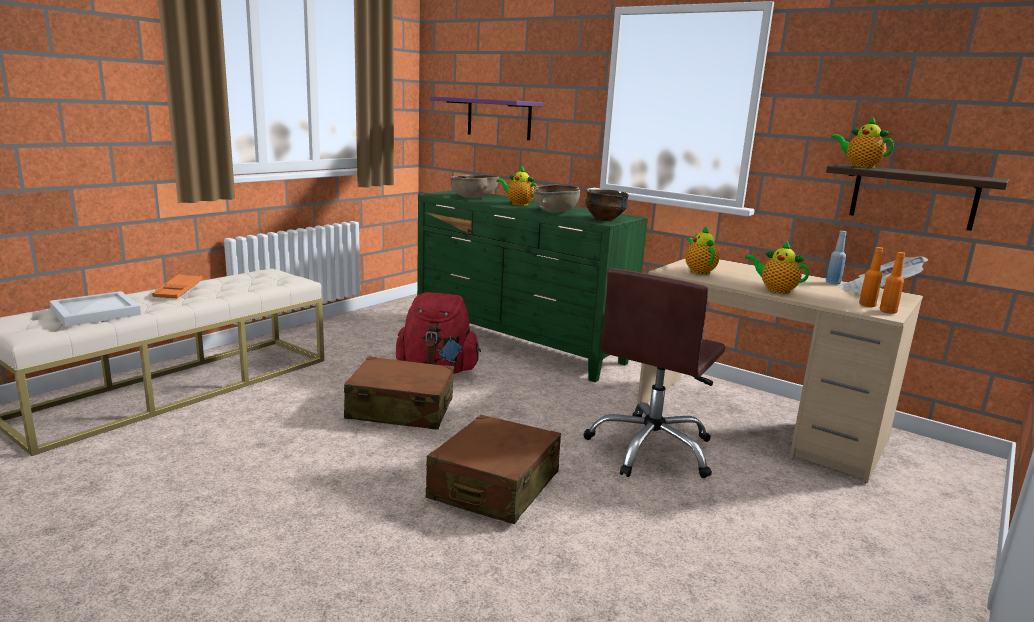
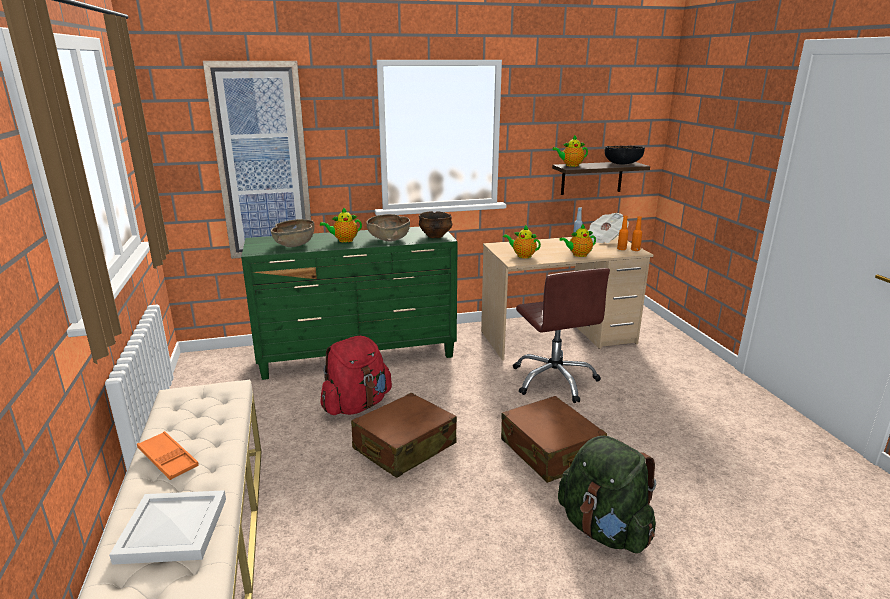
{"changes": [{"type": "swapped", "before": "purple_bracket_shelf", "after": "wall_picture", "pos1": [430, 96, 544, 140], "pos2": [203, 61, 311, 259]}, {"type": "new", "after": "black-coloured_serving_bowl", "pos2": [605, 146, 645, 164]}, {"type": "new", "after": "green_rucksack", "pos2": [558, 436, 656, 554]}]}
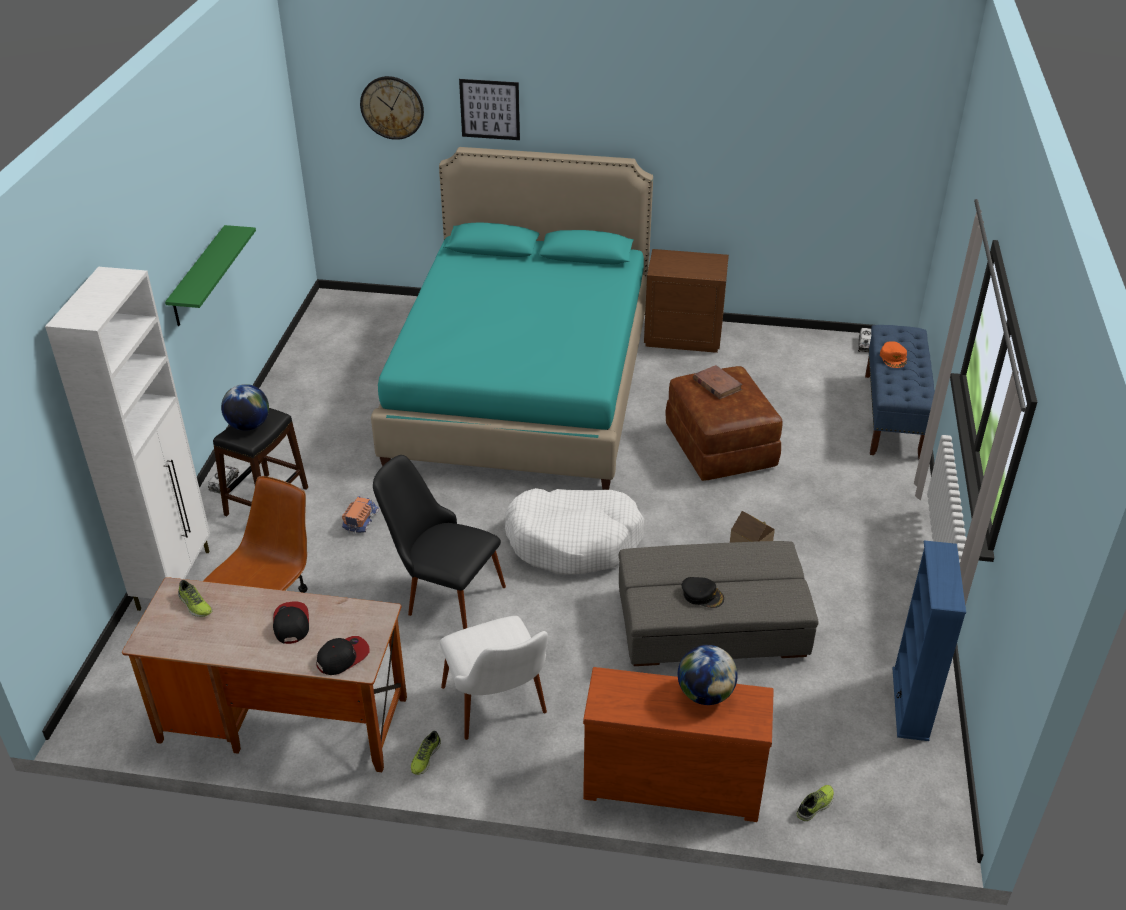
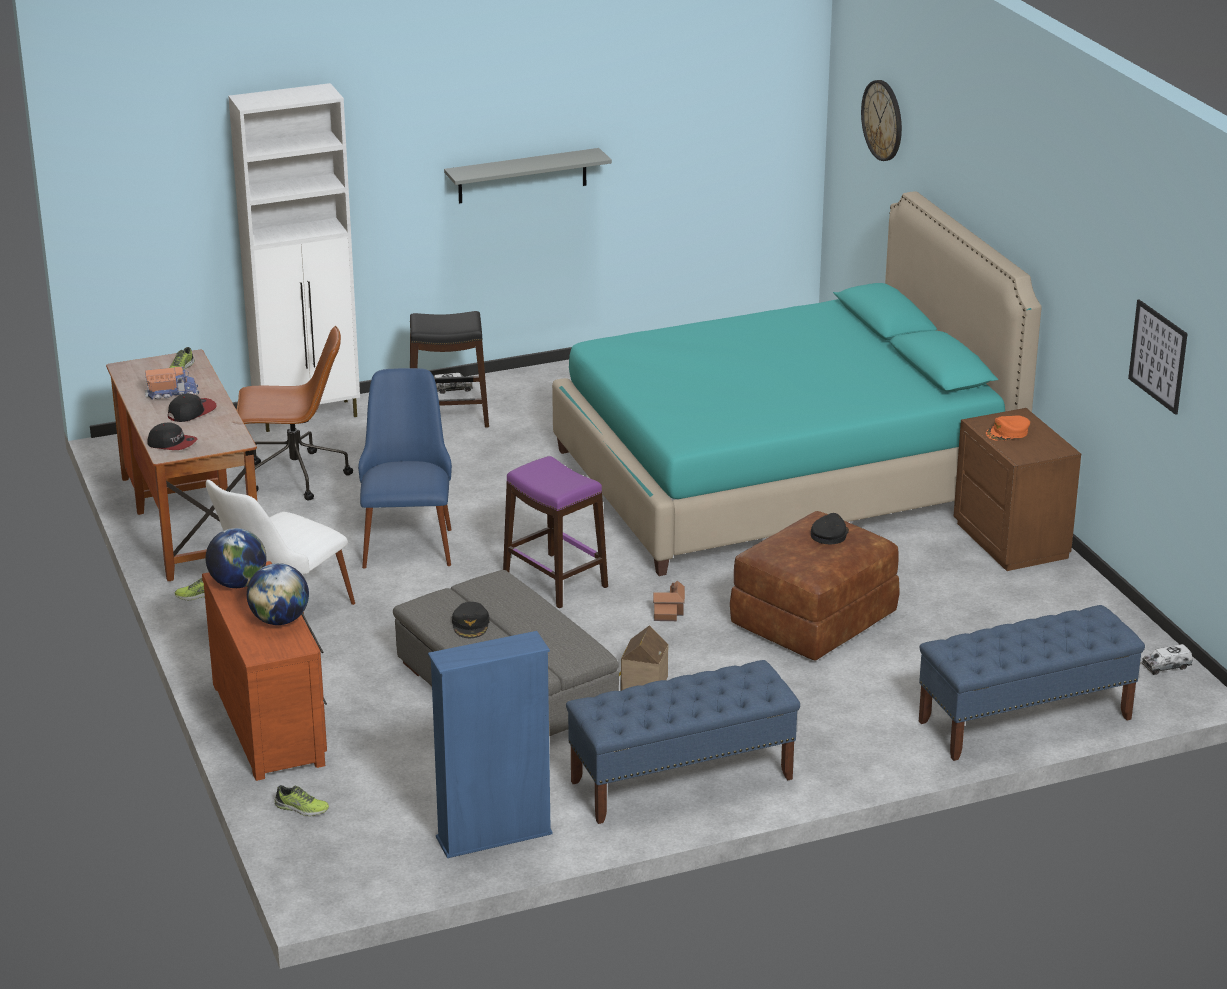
{"changes": [{"type": "shifted", "before": "wall_picture", "pos1": [459, 79, 520, 140], "pos2": [1128, 300, 1188, 415]}, {"type": "repainted", "before": "green_bracket_shelf", "after": "grey_bracket_shelf", "pos1": [165, 225, 256, 326], "pos2": [444, 148, 612, 203]}, {"type": "shifted", "before": "orange-coloured_peaked_cap", "pos1": [880, 341, 907, 368], "pos2": [986, 415, 1030, 441]}, {"type": "swapped", "before": "brown_bound_book", "after": "black-coloured_peaked_cap", "pos1": [693, 365, 743, 399], "pos2": [811, 513, 849, 544]}, {"type": "shifted", "before": "globe", "pos1": [221, 384, 269, 431], "pos2": [206, 528, 266, 588]}, {"type": "repainted", "before": "black-coloured_upright_chair", "after": "bluish_upright_chair", "pos1": [373, 455, 506, 629], "pos2": [358, 368, 452, 569]}, {"type": "swapped", "before": "whitish_pet_bed", "after": "purple_stool", "pos1": [505, 488, 644, 575], "pos2": [503, 456, 608, 608]}, {"type": "shifted", "before": "toy_lorry", "pos1": [342, 496, 380, 535], "pos2": [145, 367, 199, 399]}, {"type": "new", "after": "toy_house", "pos2": [653, 581, 685, 621]}, {"type": "new", "after": "bluish_bench", "pos2": [566, 660, 800, 824]}]}
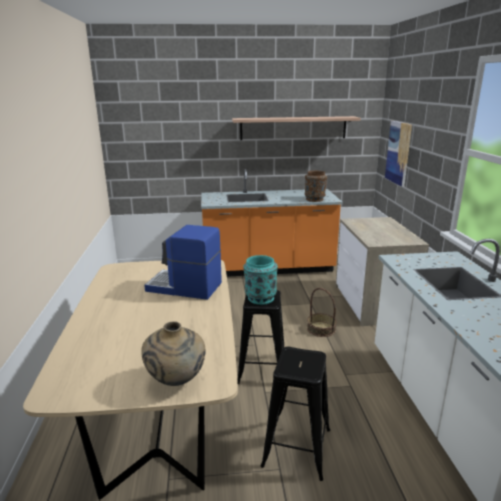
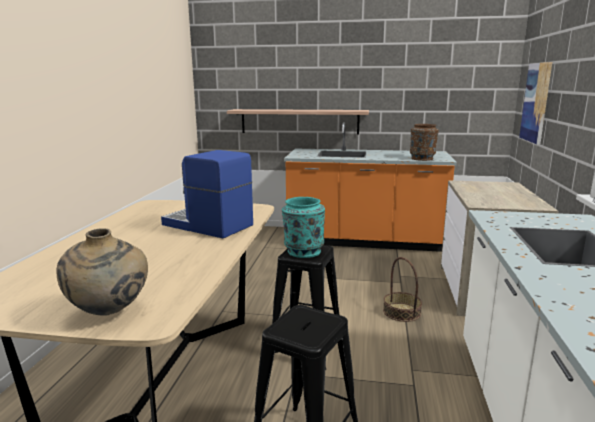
{"changes": [{"type": "shifted", "before": "bracket_shelf", "pos1": [232, 116, 361, 140], "pos2": [227, 109, 369, 135]}]}
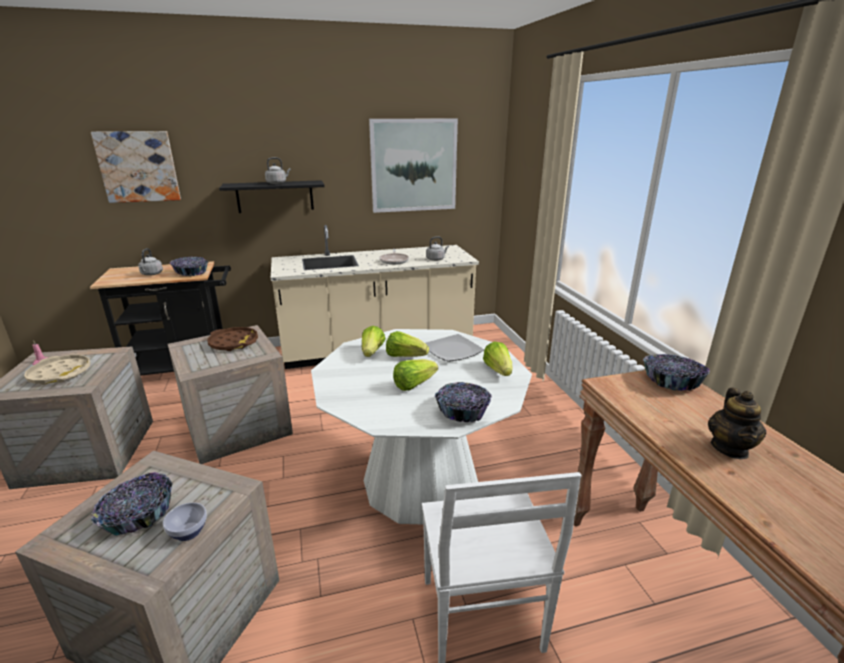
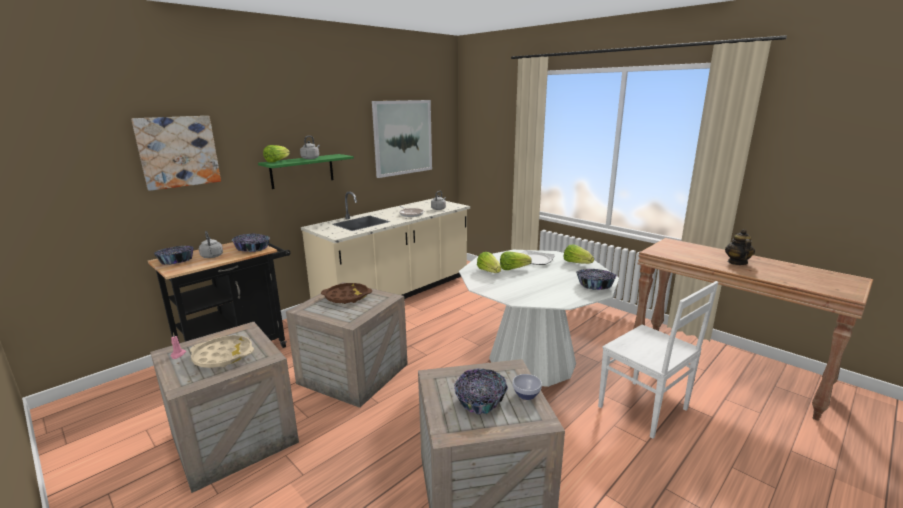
{"changes": [{"type": "repainted", "before": "black-coloured_bracket_shelf", "after": "green_bracket_shelf", "pos1": [219, 180, 325, 213], "pos2": [258, 154, 354, 189]}, {"type": "shifted", "before": "serving_bowl", "pos1": [643, 354, 710, 391], "pos2": [154, 246, 194, 265]}, {"type": "shifted", "before": "head_of_lettuce", "pos1": [393, 359, 438, 391], "pos2": [263, 145, 290, 163]}, {"type": "rotated", "before": "tea_pot", "pos1": [708, 388, 766, 459], "pos2": [725, 229, 755, 265], "turn": -150}]}
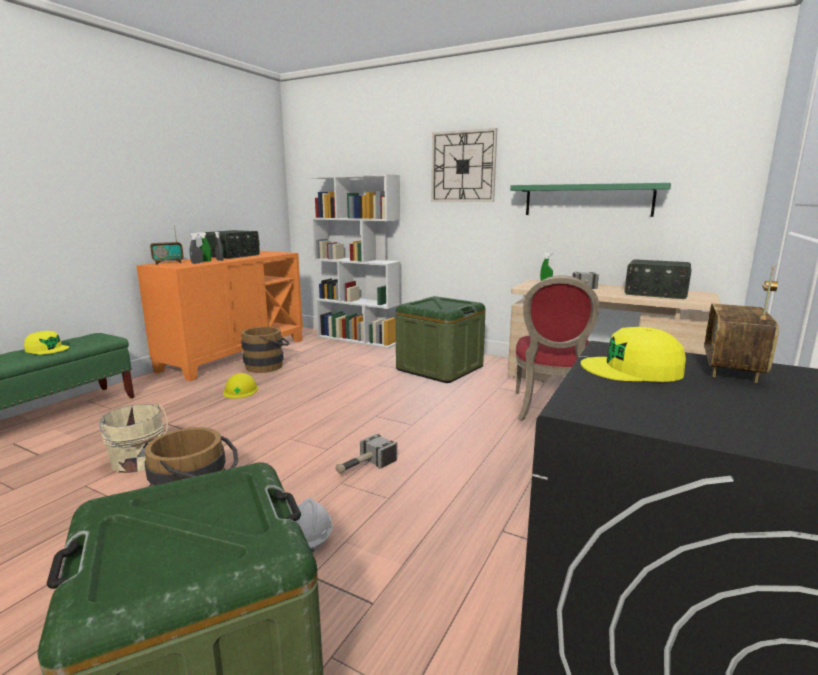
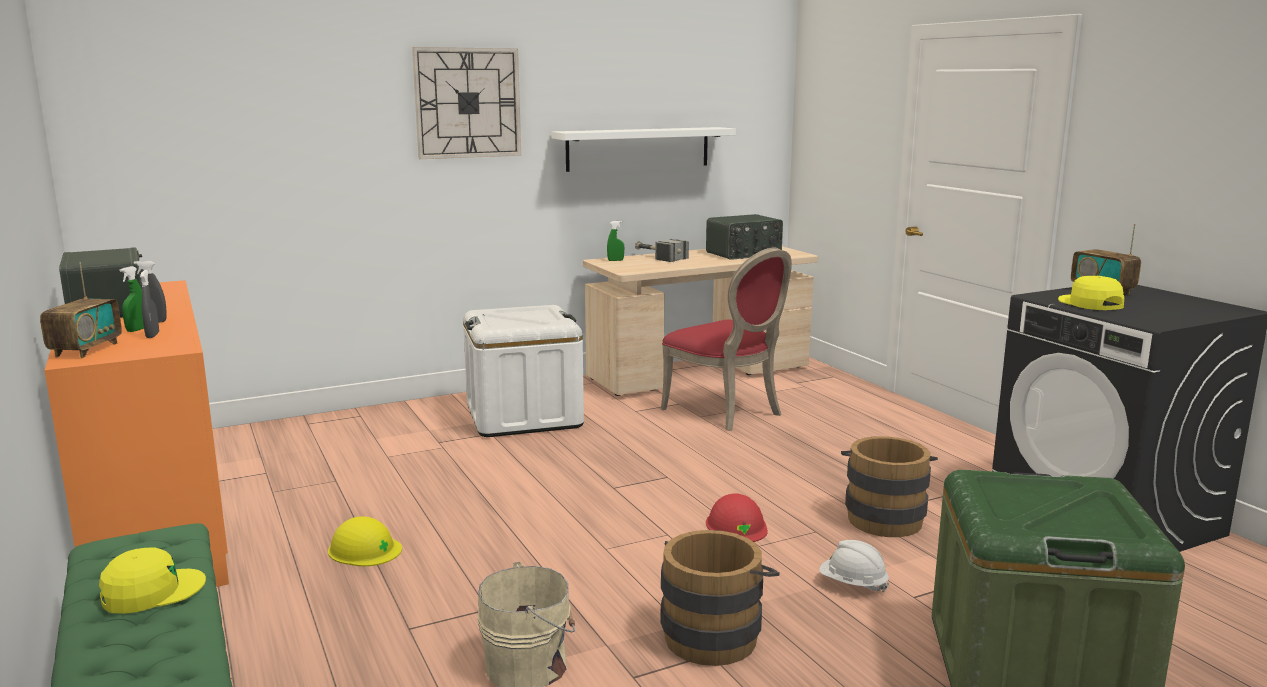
{"changes": [{"type": "gone", "before": "whitish_bookcase", "pos1": [309, 174, 401, 349]}, {"type": "repainted", "before": "green_bracket_shelf", "after": "whitish_bracket_shelf", "pos1": [510, 183, 671, 217], "pos2": [551, 127, 736, 172]}, {"type": "repainted", "before": "green_storage_bin", "after": "whitish_storage_bin", "pos1": [396, 296, 486, 383], "pos2": [463, 305, 584, 437]}, {"type": "shifted", "before": "brown_bucket", "pos1": [241, 327, 290, 373], "pos2": [841, 436, 938, 537]}, {"type": "rotated", "before": "yellow-coloured_peaked_cap", "pos1": [581, 327, 686, 382], "pos2": [1058, 276, 1124, 310], "turn": 120}, {"type": "swapped", "before": "tool_hammer", "after": "red_hard_hat", "pos1": [336, 434, 397, 474], "pos2": [706, 493, 768, 542]}]}
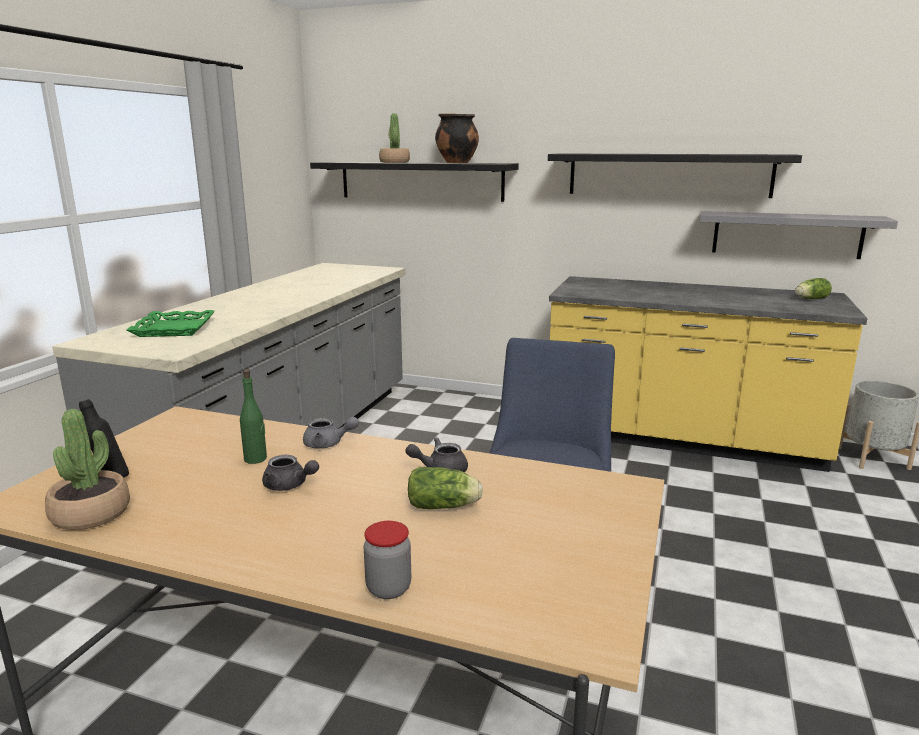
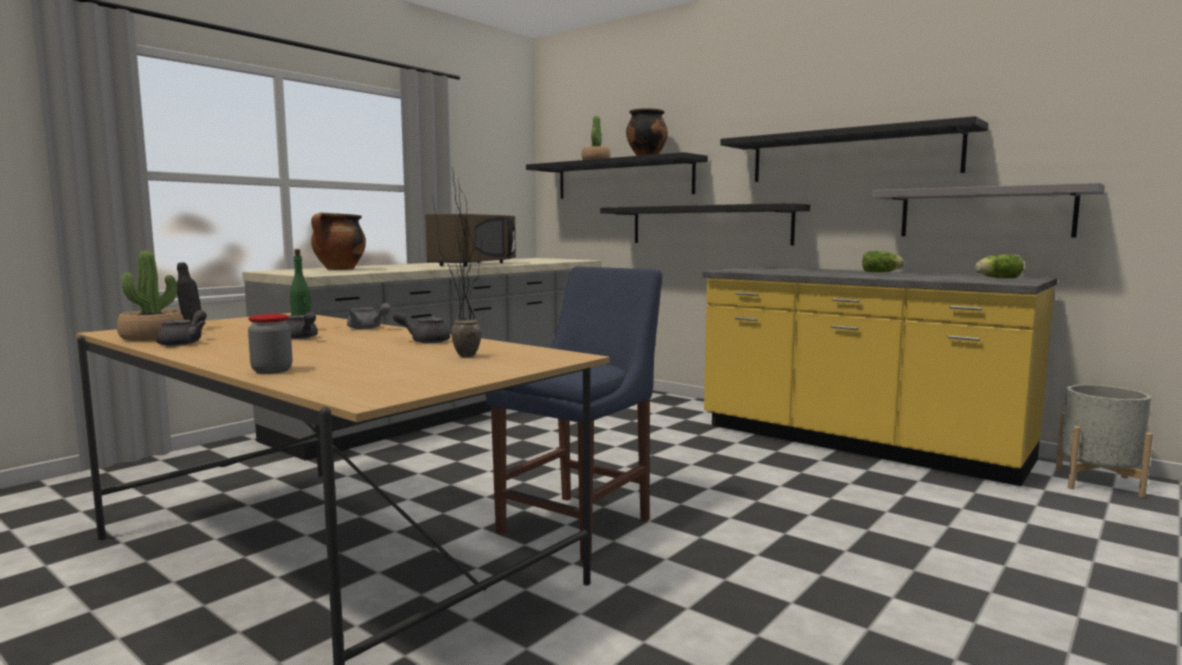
{"changes": [{"type": "swapped", "before": "green_serving_tray", "after": "saucepot", "pos1": [127, 310, 215, 337], "pos2": [311, 212, 366, 270]}, {"type": "shifted", "before": "head_of_lettuce", "pos1": [408, 467, 483, 509], "pos2": [862, 251, 904, 272]}, {"type": "new", "after": "houseplant", "pos2": [433, 168, 482, 358]}, {"type": "new", "after": "black-coloured_bracket_shelf", "pos2": [600, 203, 810, 245]}, {"type": "new", "after": "brown_kitchen_microwave", "pos2": [425, 214, 516, 267]}, {"type": "new", "after": "grey_tea_pot", "pos2": [156, 310, 207, 346]}]}
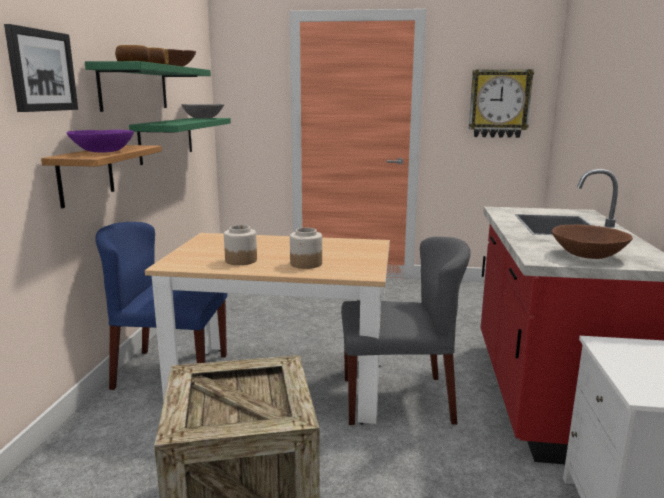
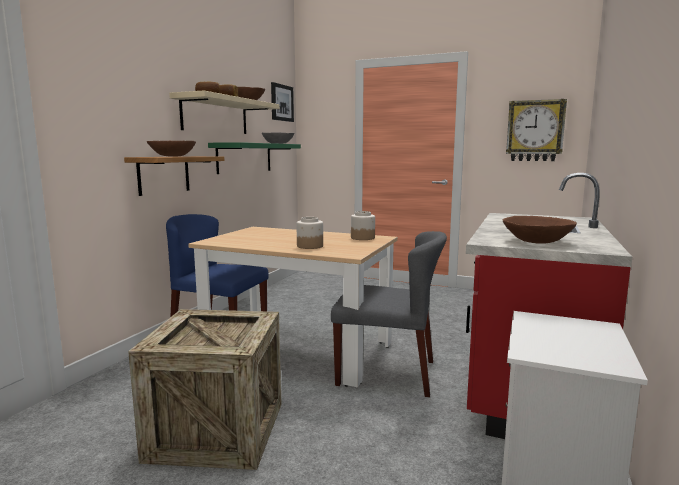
{"changes": [{"type": "shifted", "before": "wall_picture", "pos1": [4, 24, 78, 112], "pos2": [271, 82, 294, 122]}, {"type": "repainted", "before": "green_bracket_shelf", "after": "beige-coloured_bracket_shelf", "pos1": [85, 61, 211, 112], "pos2": [169, 90, 280, 134]}, {"type": "repainted", "before": "purple_serving_bowl", "after": "brown_serving_bowl", "pos1": [67, 130, 134, 153], "pos2": [147, 141, 196, 157]}, {"type": "shifted", "before": "jar", "pos1": [224, 225, 257, 265], "pos2": [351, 211, 375, 240]}]}
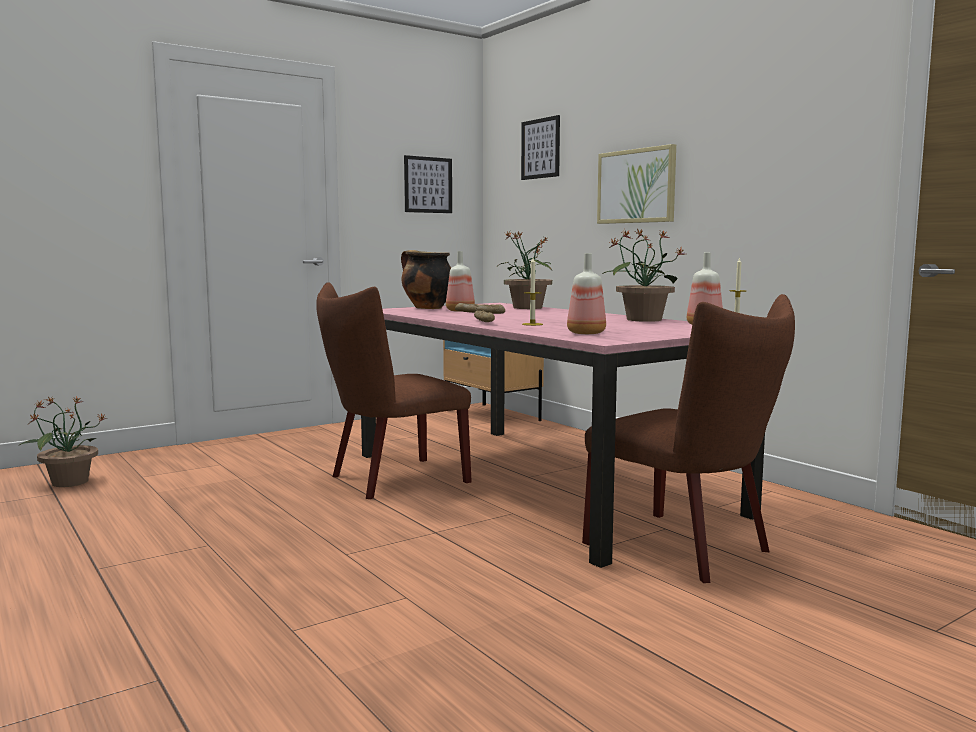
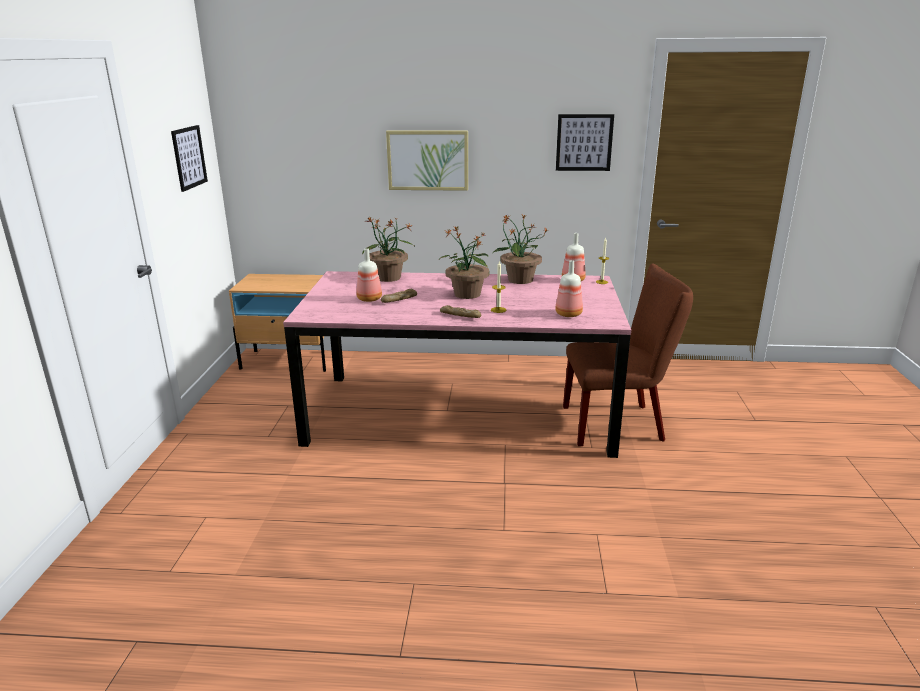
{"changes": [{"type": "shifted", "before": "wall_picture", "pos1": [521, 115, 560, 180], "pos2": [556, 114, 614, 171]}, {"type": "gone", "before": "saucepot", "pos1": [401, 250, 451, 309]}, {"type": "gone", "before": "brown_upright_chair", "pos1": [316, 282, 472, 499]}, {"type": "shifted", "before": "houseplant", "pos1": [18, 396, 107, 487], "pos2": [438, 226, 489, 299]}]}
